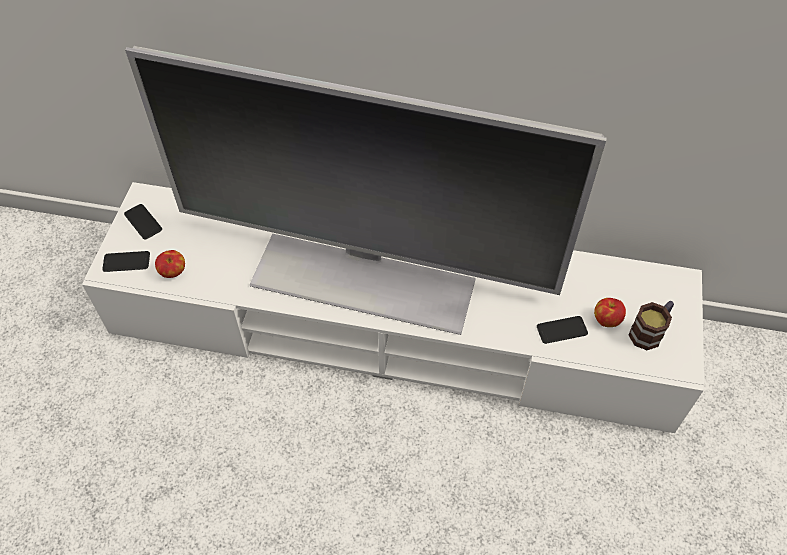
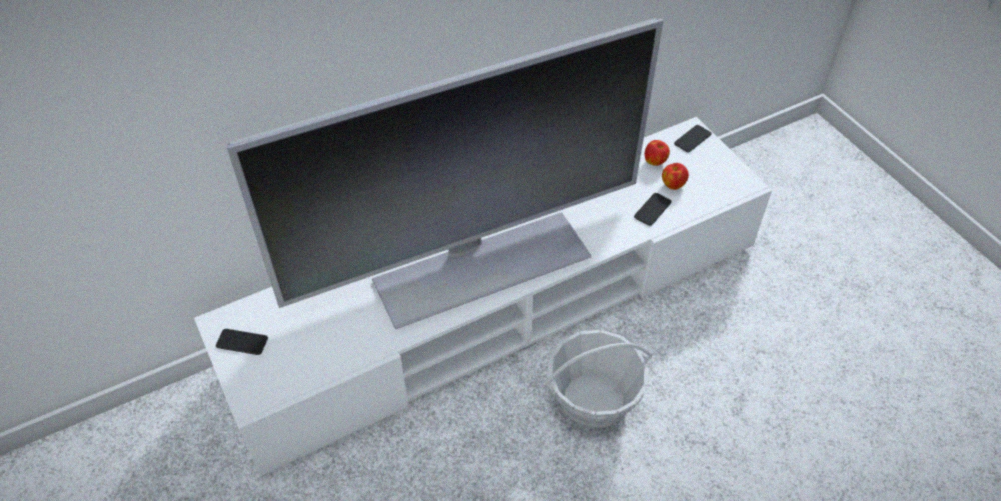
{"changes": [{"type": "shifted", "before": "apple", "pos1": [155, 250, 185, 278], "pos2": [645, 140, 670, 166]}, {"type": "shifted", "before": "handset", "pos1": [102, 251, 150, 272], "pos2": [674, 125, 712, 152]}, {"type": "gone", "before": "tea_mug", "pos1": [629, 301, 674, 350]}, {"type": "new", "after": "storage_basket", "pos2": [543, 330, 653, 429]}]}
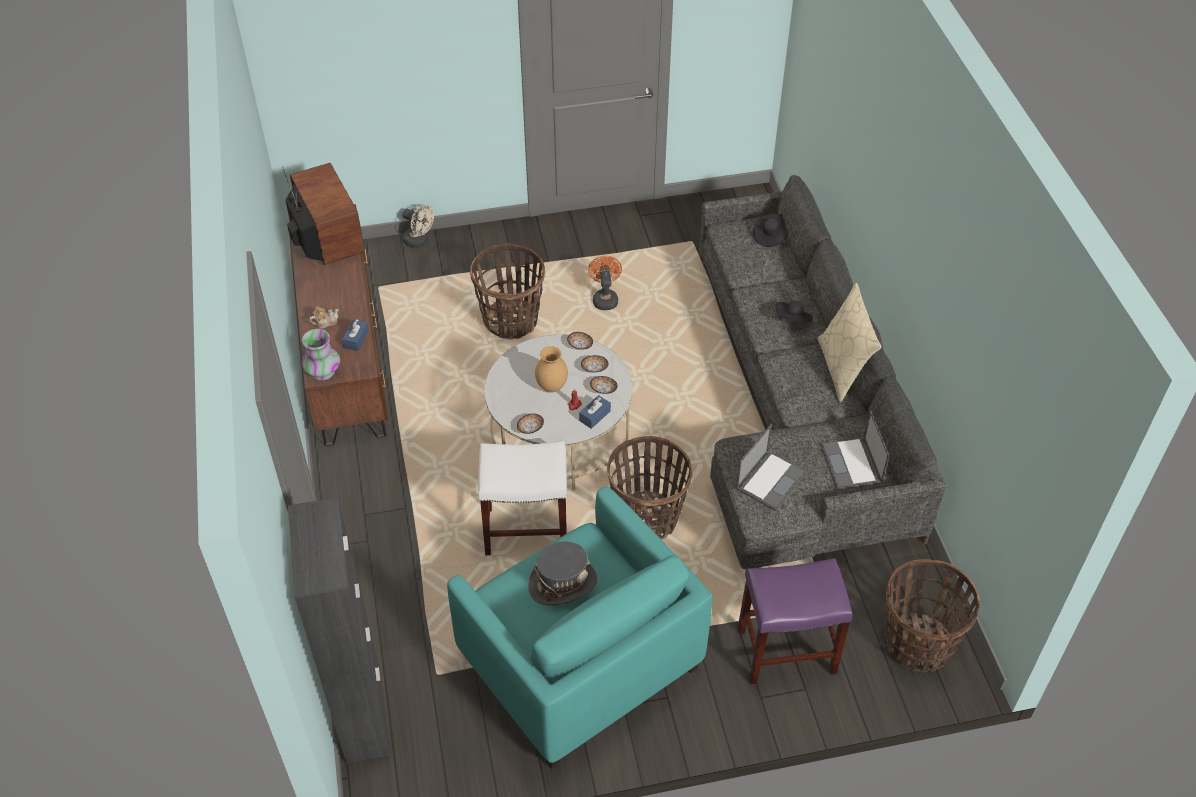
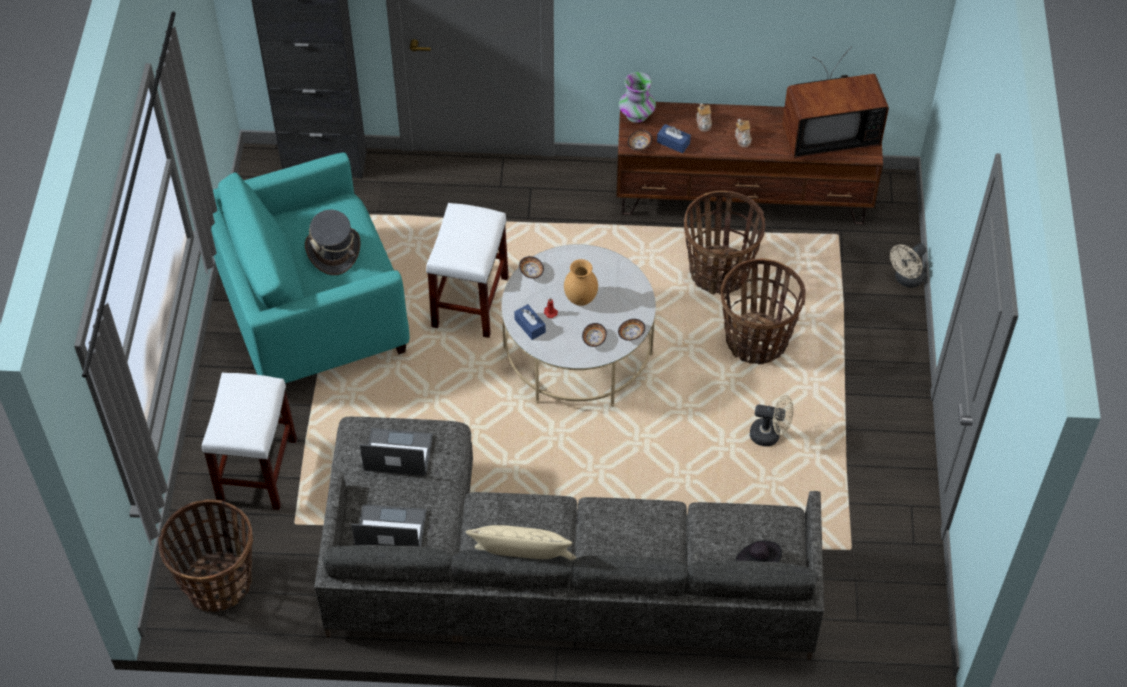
{"changes": [{"type": "repainted", "before": "orange-coloured_electric_fan", "after": "beige-coloured_electric_fan", "pos1": [588, 256, 622, 310], "pos2": [750, 395, 793, 446]}, {"type": "gone", "before": "black-coloured_wearable_hat", "pos1": [775, 301, 813, 322]}, {"type": "shifted", "before": "serving_bowl", "pos1": [590, 376, 618, 394], "pos2": [628, 130, 652, 150]}, {"type": "rotated", "before": "notebook_computer", "pos1": [736, 423, 807, 511], "pos2": [360, 428, 433, 476], "turn": 135}, {"type": "shifted", "before": "storage_basket", "pos1": [607, 436, 692, 539], "pos2": [684, 191, 765, 295]}, {"type": "repainted", "before": "purple_stool", "after": "whitish_stool", "pos1": [738, 558, 853, 685], "pos2": [202, 373, 297, 510]}, {"type": "new", "after": "tea_pot", "pos2": [735, 119, 752, 147]}]}
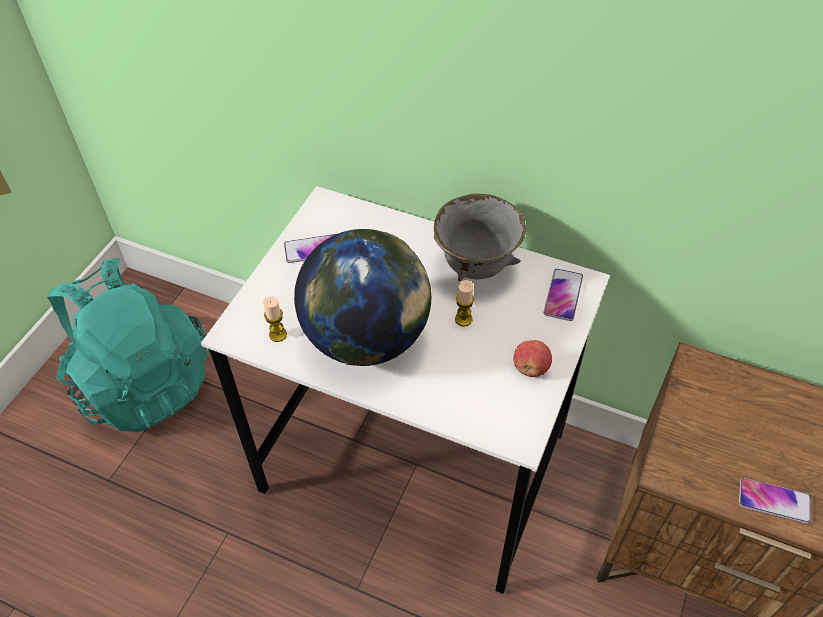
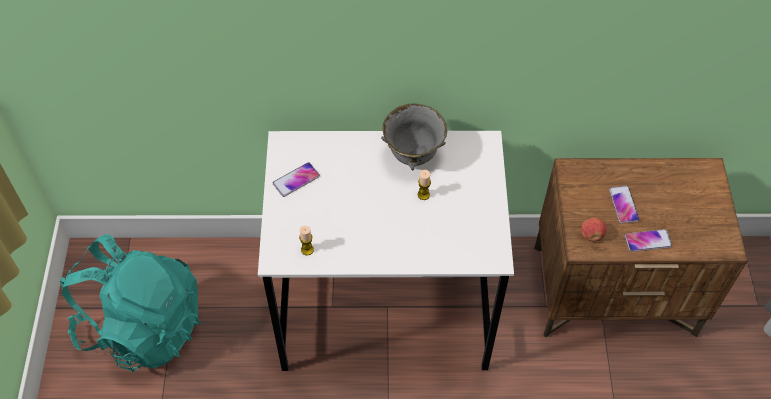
{"changes": [{"type": "gone", "before": "globe", "pos1": [294, 229, 432, 366]}, {"type": "shifted", "before": "handset", "pos1": [544, 269, 583, 321], "pos2": [609, 186, 639, 223]}, {"type": "shifted", "before": "apple", "pos1": [514, 340, 552, 377], "pos2": [581, 217, 607, 242]}]}
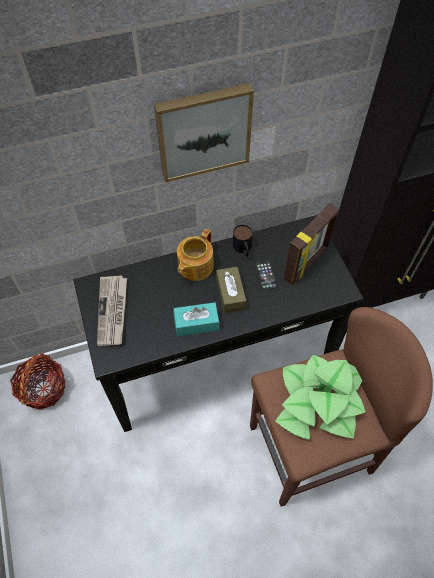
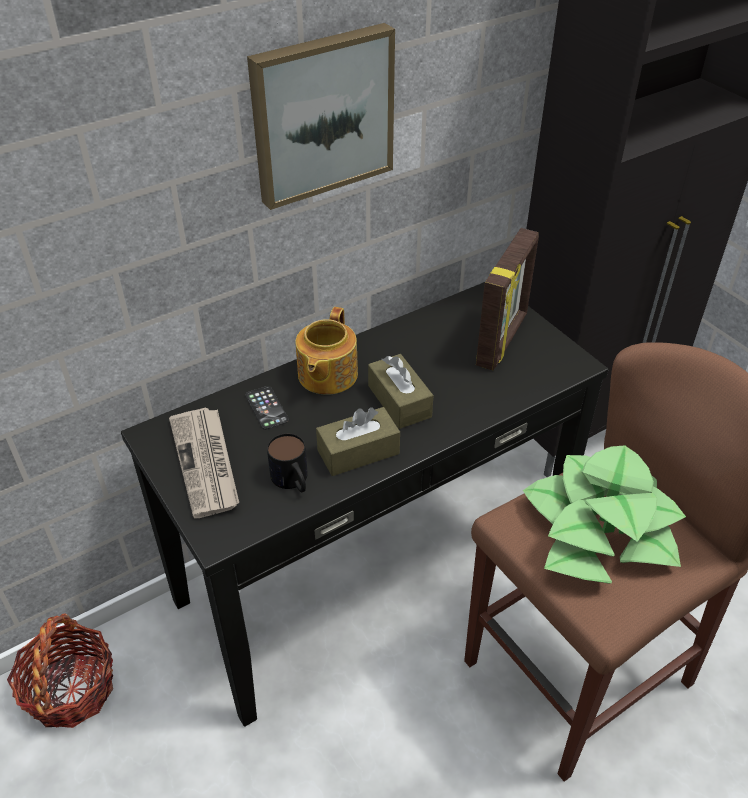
{"changes": [{"type": "shifted", "before": "tea_mug", "pos1": [233, 225, 253, 257], "pos2": [267, 433, 308, 492]}, {"type": "shifted", "before": "handset", "pos1": [255, 261, 277, 290], "pos2": [245, 386, 289, 430]}, {"type": "repainted", "before": "blue-green_tissue_holder", "after": "brown_tissue_holder", "pos1": [173, 302, 219, 336], "pos2": [316, 407, 400, 476]}]}
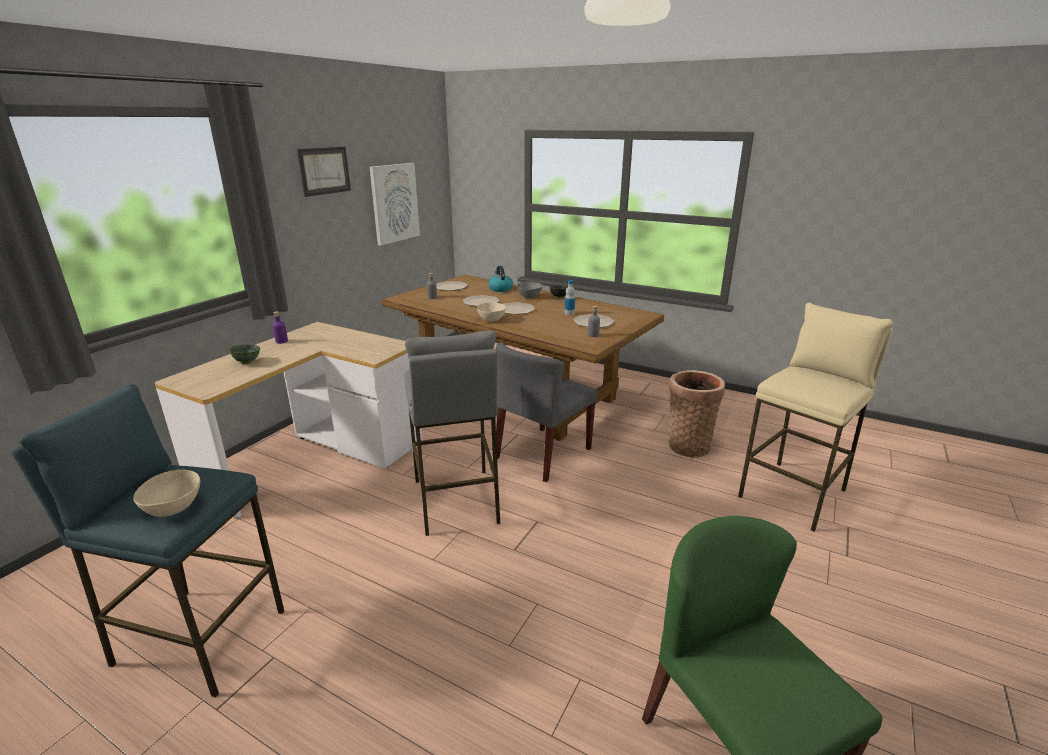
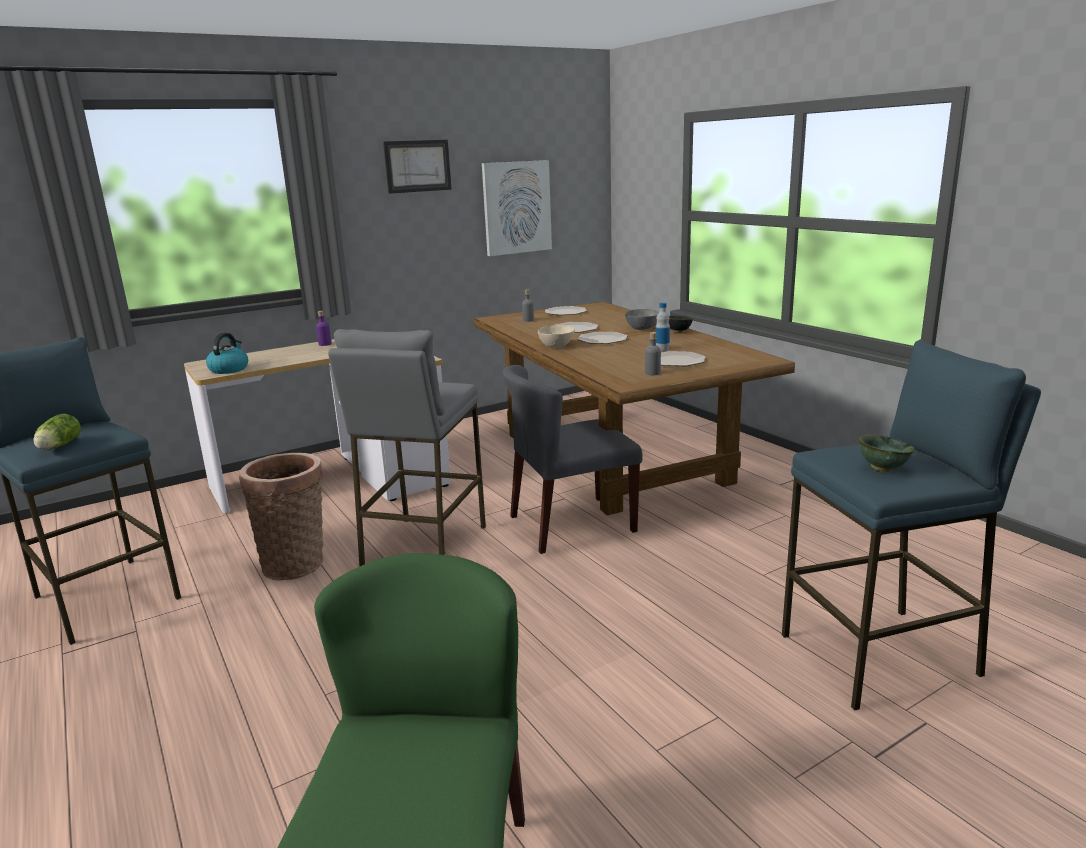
{"changes": [{"type": "shifted", "before": "tea_kettle", "pos1": [488, 266, 513, 292], "pos2": [206, 333, 248, 374]}, {"type": "repainted", "before": "beige-coloured_stool", "after": "bluish_stool", "pos1": [738, 303, 893, 532], "pos2": [782, 340, 1041, 711]}, {"type": "shifted", "before": "green_serving_bowl", "pos1": [229, 345, 260, 364], "pos2": [859, 435, 915, 472]}, {"type": "shifted", "before": "storage_basket", "pos1": [669, 370, 725, 458], "pos2": [239, 453, 323, 581]}, {"type": "swapped", "before": "beige-coloured_serving_bowl", "after": "head_of_lettuce", "pos1": [133, 469, 200, 517], "pos2": [33, 414, 81, 449]}]}
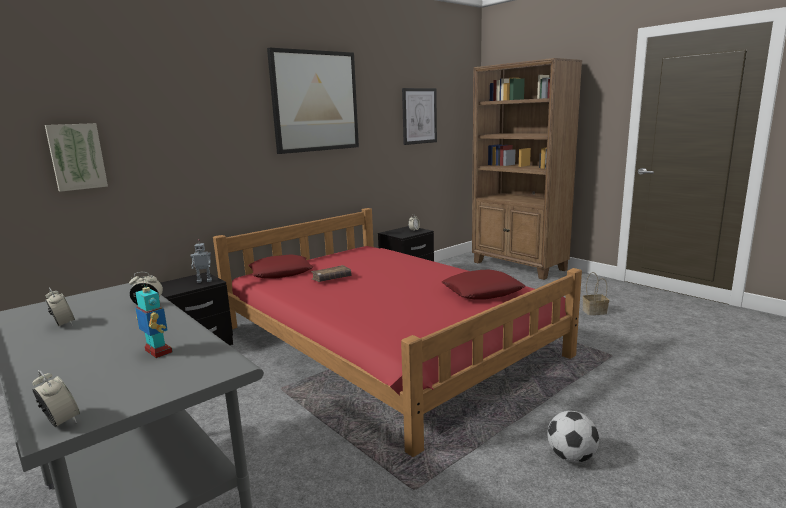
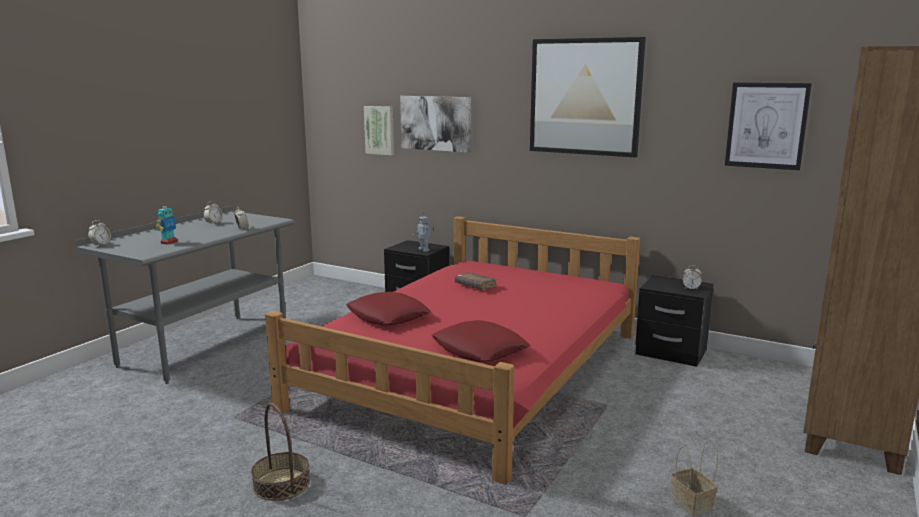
{"changes": [{"type": "shifted", "before": "red_throw_pillow", "pos1": [248, 254, 313, 279], "pos2": [346, 292, 431, 326]}, {"type": "swapped", "before": "football_ball", "after": "storage_basket", "pos1": [547, 411, 599, 462], "pos2": [251, 403, 310, 501]}, {"type": "new", "after": "wall_picture", "pos2": [400, 96, 471, 153]}]}
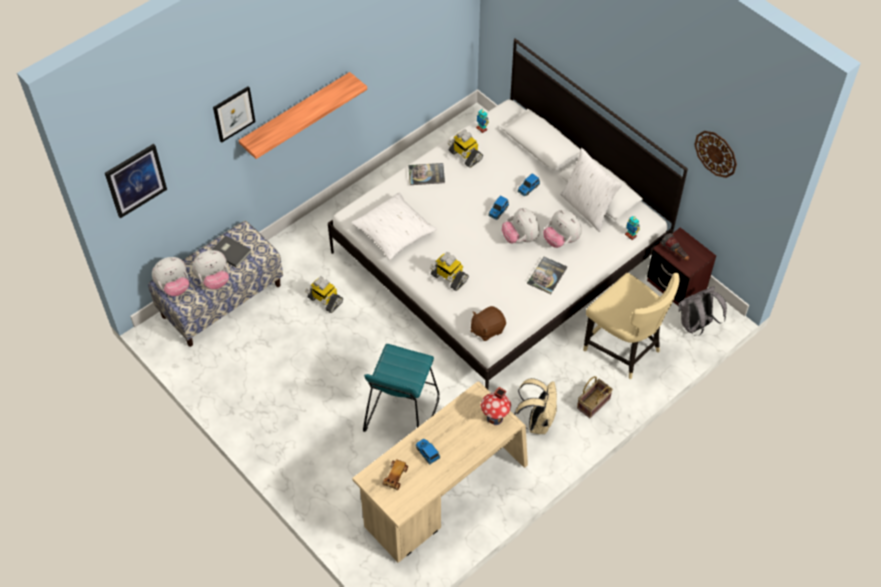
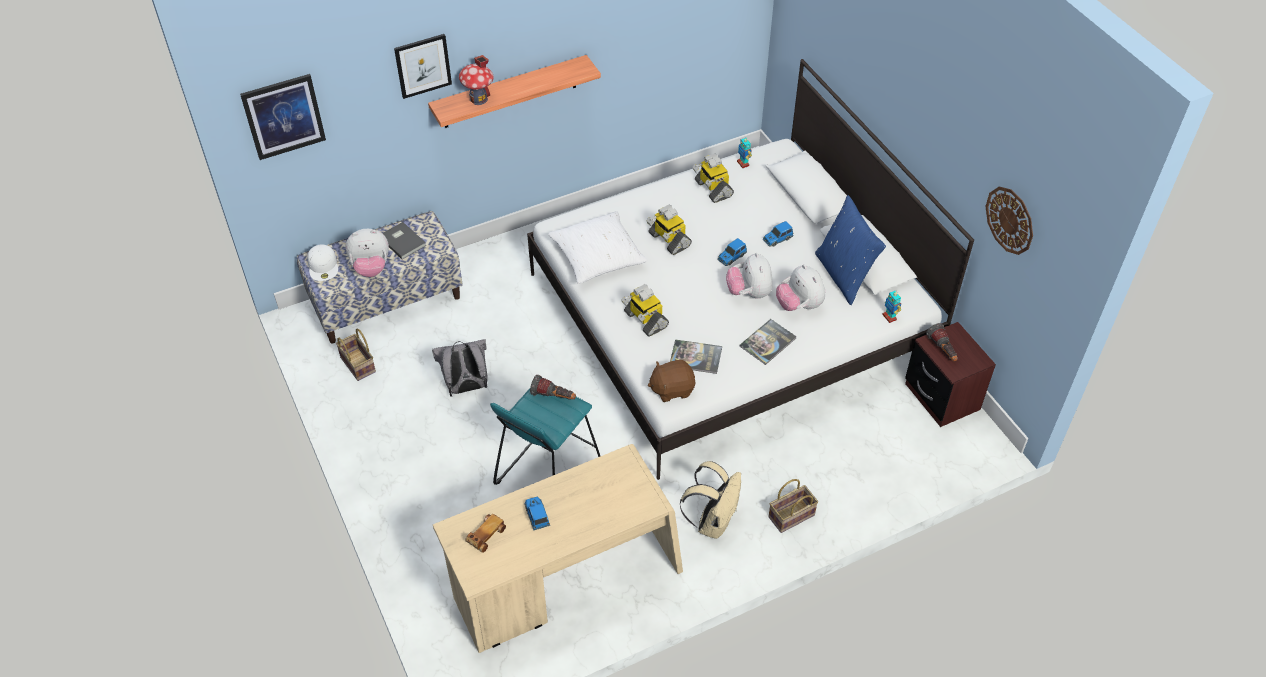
{"changes": [{"type": "repainted", "before": "whitish_throw_pillow", "after": "bluish_throw_pillow", "pos1": [560, 148, 622, 232], "pos2": [815, 195, 886, 305]}, {"type": "shifted", "before": "bound_book", "pos1": [408, 163, 445, 185], "pos2": [670, 339, 722, 374]}, {"type": "swapped", "before": "cuddly_toy", "after": "whitish_peaked_cap", "pos1": [152, 257, 189, 296], "pos2": [307, 245, 338, 281]}, {"type": "gone", "before": "beige-coloured_upright_chair", "pos1": [583, 273, 680, 379]}, {"type": "shifted", "before": "robot_figure", "pos1": [305, 276, 343, 313], "pos2": [646, 204, 692, 255]}, {"type": "shifted", "before": "grey_rucksack", "pos1": [678, 286, 727, 336], "pos2": [432, 339, 488, 397]}, {"type": "shifted", "before": "toy_house", "pos1": [481, 387, 511, 425], "pos2": [459, 55, 494, 105]}, {"type": "new", "after": "storage_basket", "pos2": [336, 328, 376, 381]}, {"type": "new", "after": "hand_torch", "pos2": [530, 375, 576, 400]}]}
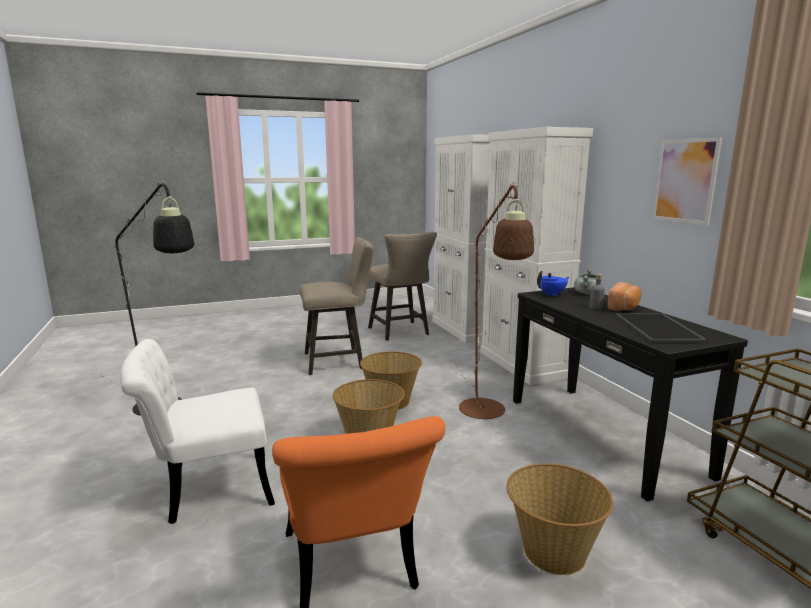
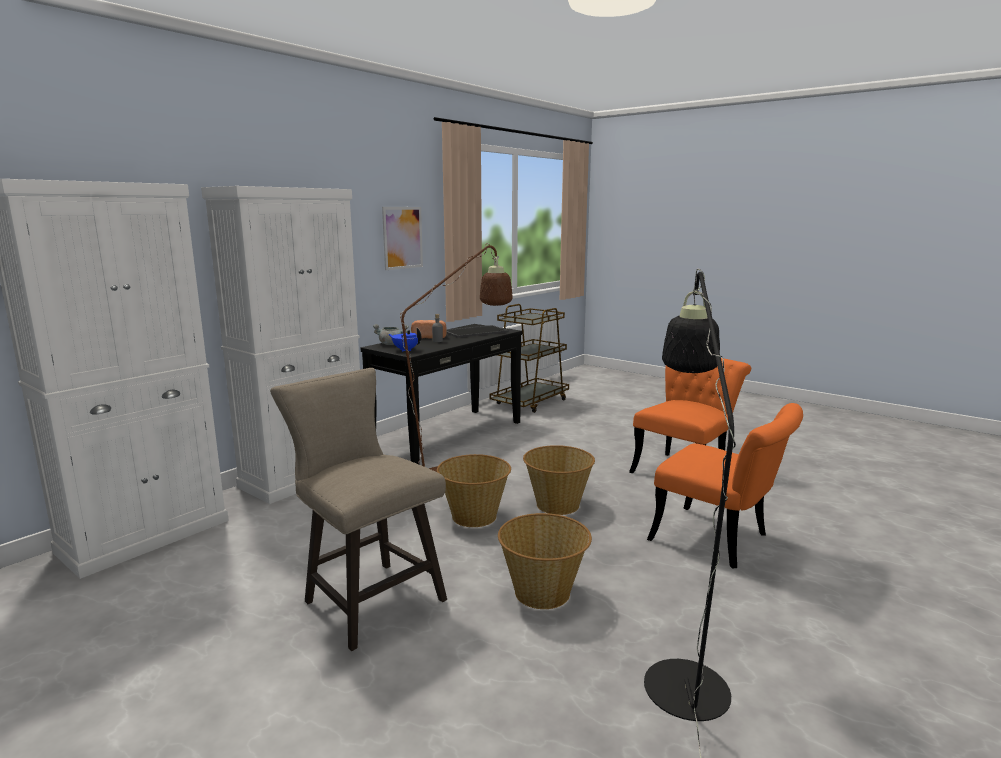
{"changes": [{"type": "gone", "before": "beige-coloured_stool", "pos1": [368, 232, 437, 341]}, {"type": "repainted", "before": "whitish_upright_chair", "after": "orange-coloured_upright_chair", "pos1": [120, 339, 275, 524], "pos2": [647, 403, 803, 569]}, {"type": "shifted", "before": "storage_basket", "pos1": [507, 463, 614, 575], "pos2": [498, 513, 592, 609]}]}
